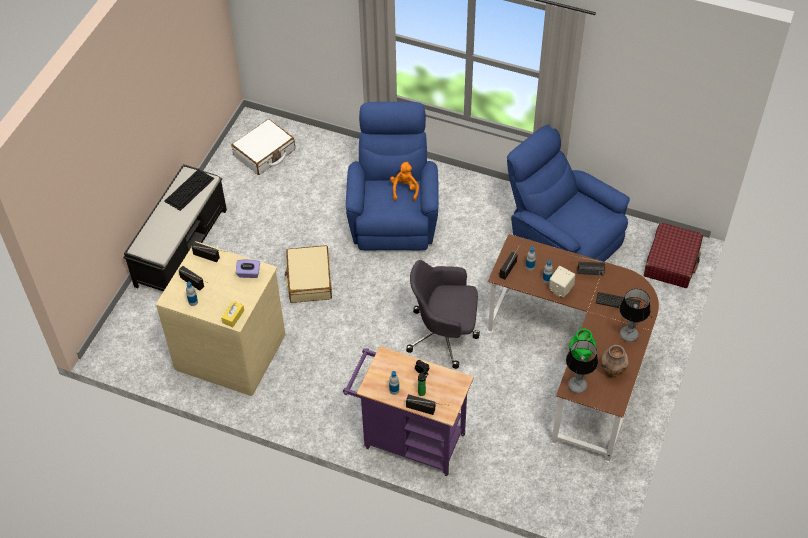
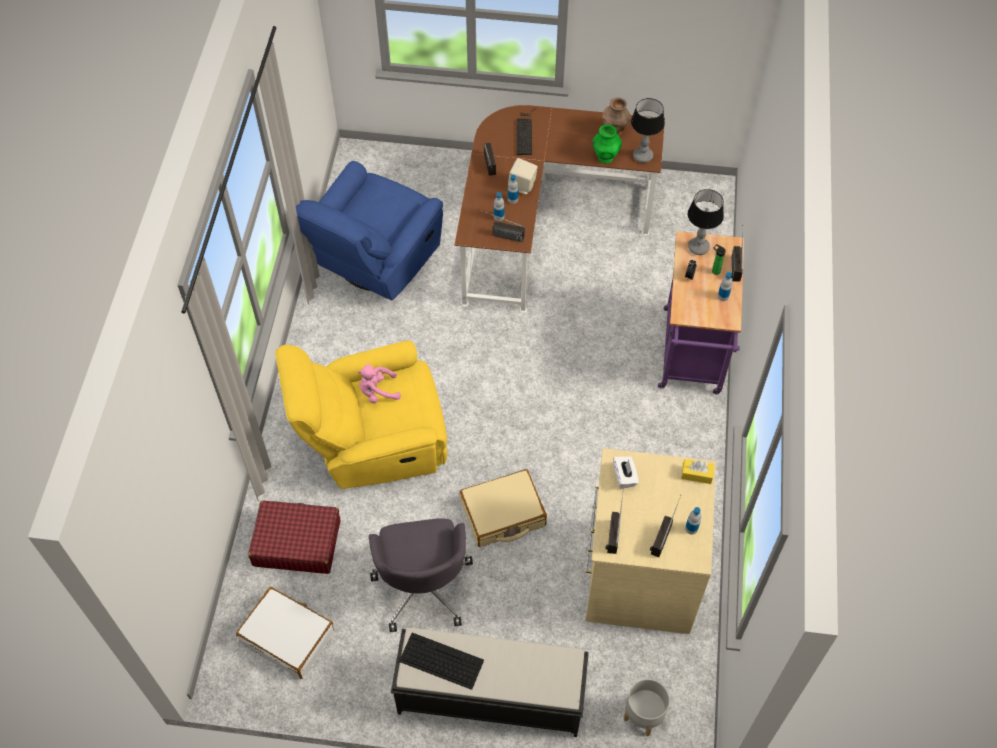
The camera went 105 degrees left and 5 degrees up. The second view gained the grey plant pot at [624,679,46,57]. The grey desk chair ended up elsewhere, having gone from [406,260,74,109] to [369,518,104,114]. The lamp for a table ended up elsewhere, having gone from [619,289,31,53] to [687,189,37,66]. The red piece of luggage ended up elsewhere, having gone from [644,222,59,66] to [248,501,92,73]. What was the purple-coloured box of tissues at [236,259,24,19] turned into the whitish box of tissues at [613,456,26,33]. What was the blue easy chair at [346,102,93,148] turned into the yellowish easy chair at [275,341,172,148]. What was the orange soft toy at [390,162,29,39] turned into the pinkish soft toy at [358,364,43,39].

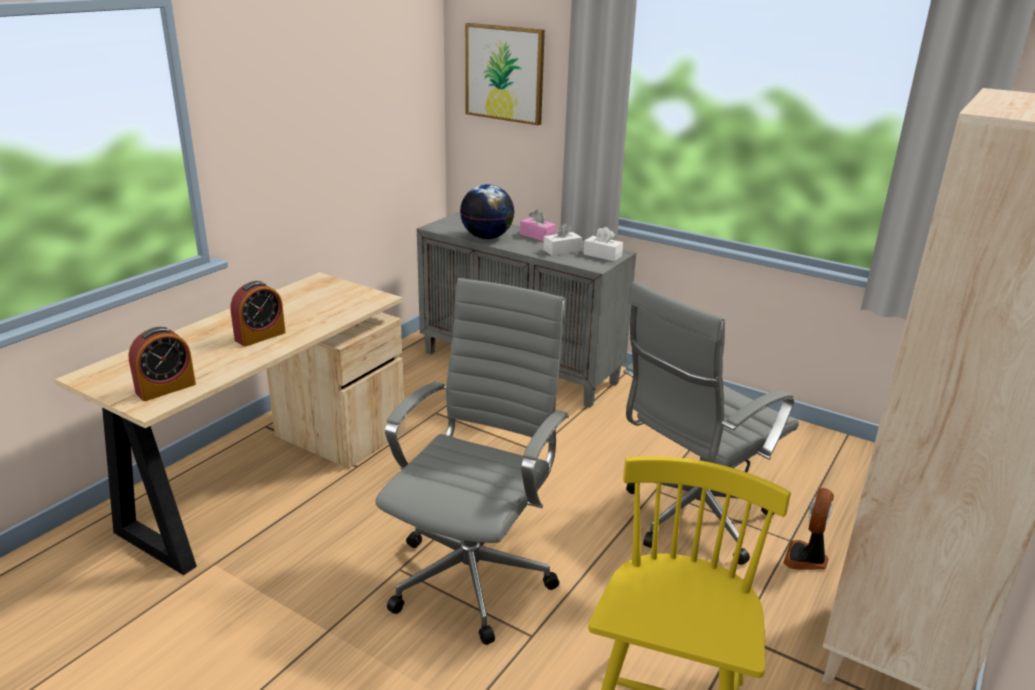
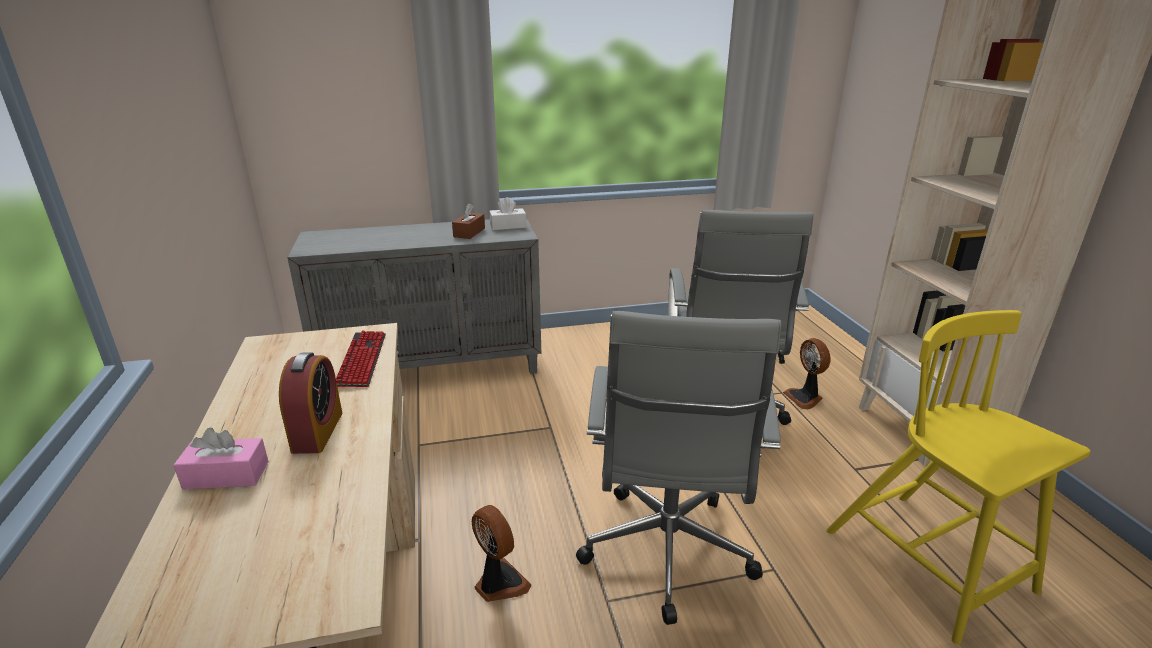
The camera went 45 degrees left and 0 degrees up. The second view lost the table clock at [128,327,68,74]. The second view lost the globe at [460,184,55,55]. The second view lost the picture at [465,23,80,102]. The second view gained the computer keyboard at [336,331,50,56]. The second view gained the electric fan at [472,505,59,97]. The pinkish box of tissues ended up elsewhere, having gone from [520,209,36,32] to [174,427,95,63]. What was the whitish box of tissues at [543,223,39,33] turned into the brownish box of tissues at [452,203,33,36]. The grey desk chair at [376,278,193,367] ended up facing another way, 150 degrees counterclockwise from before.

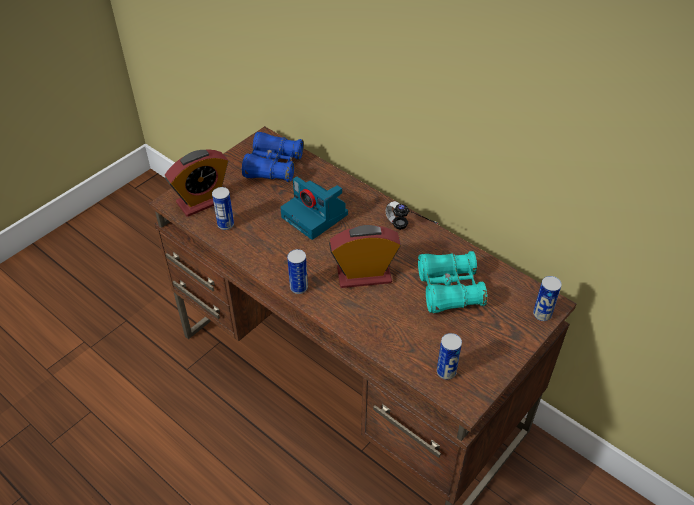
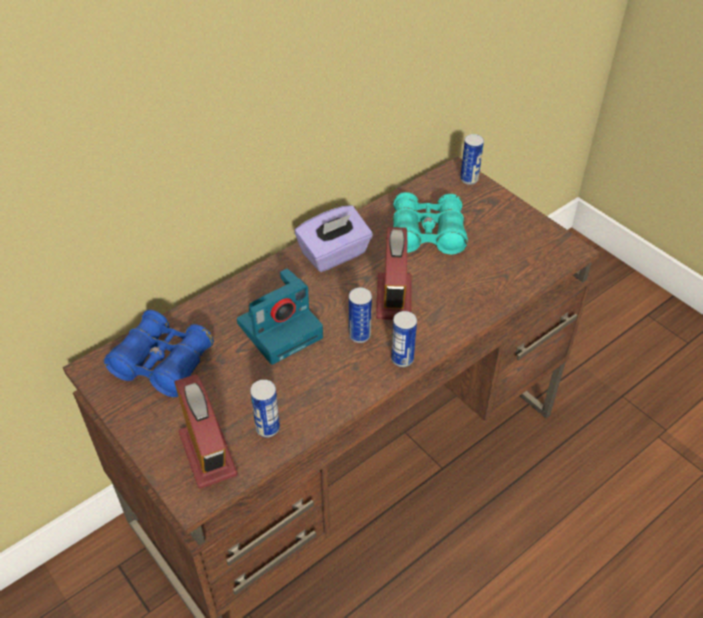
The camera went 80 degrees left and 0 degrees up. The can ended up elsewhere, having gone from [437,333,25,47] to [349,288,23,55]. Where the headset stood at [386,201,52,29], the purple-coloured box of tissues came to stand at [295,205,78,67].

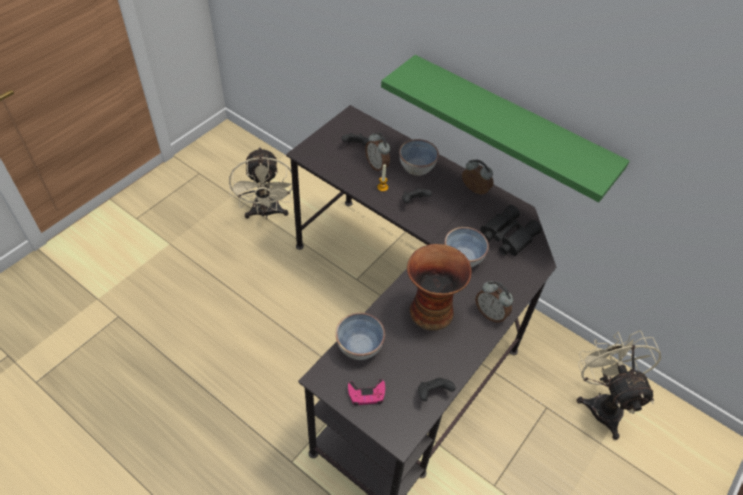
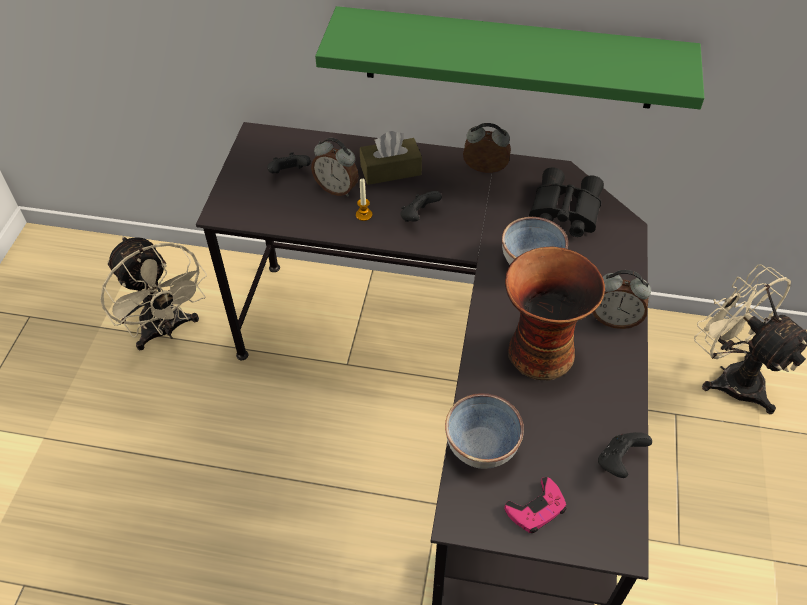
The camera went 25 degrees left and 0 degrees up. Where the bowl stood at [399,139,40,37], the brownish box of tissues came to stand at [360,131,62,54].

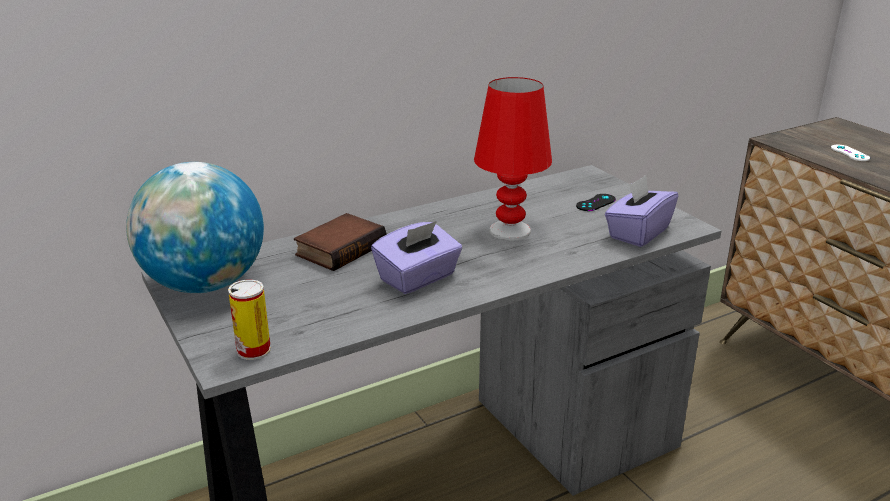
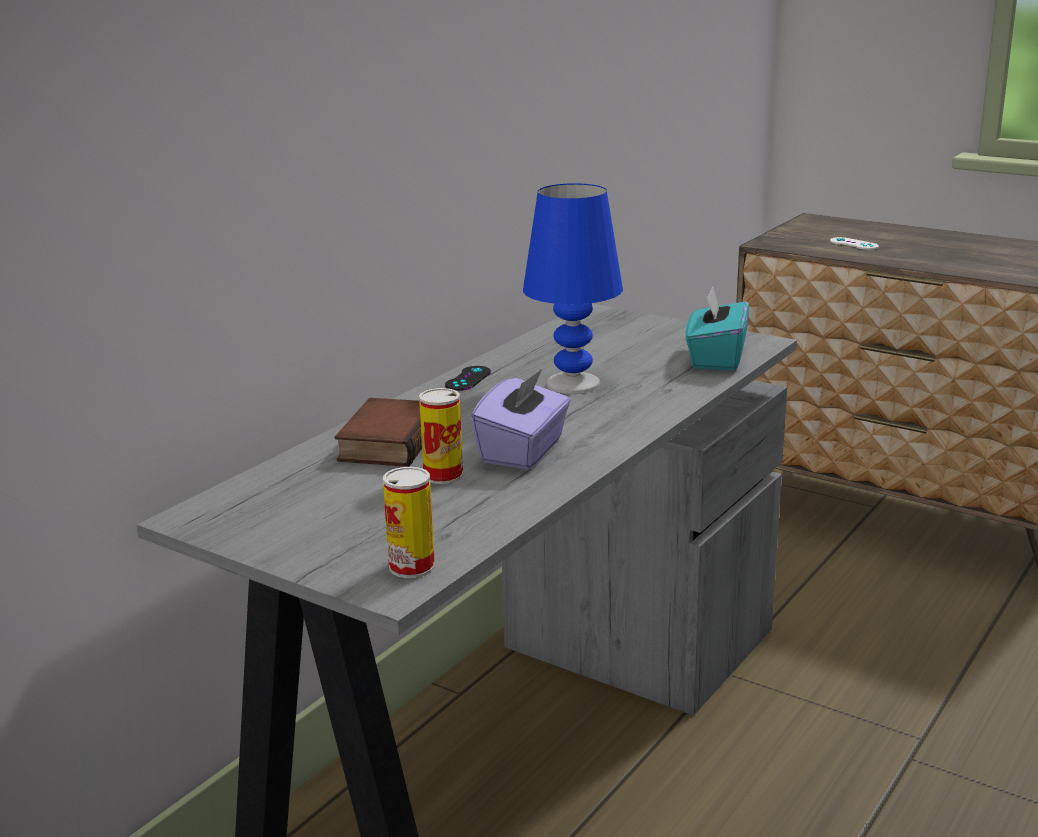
The camera went 25 degrees left and 5 degrees down. The second view lost the globe at [126,162,138,131]. The second view gained the can at [419,388,44,96]. The blackish game controller ended up elsewhere, having gone from [576,194,40,17] to [445,366,46,25]. What was the red lamp for a table at [474,77,78,163] turned into the blue lamp for a table at [523,183,100,211]. What was the purple-coloured box of tissues at [605,175,73,72] turned into the turquoise-coloured box of tissues at [686,286,64,85].

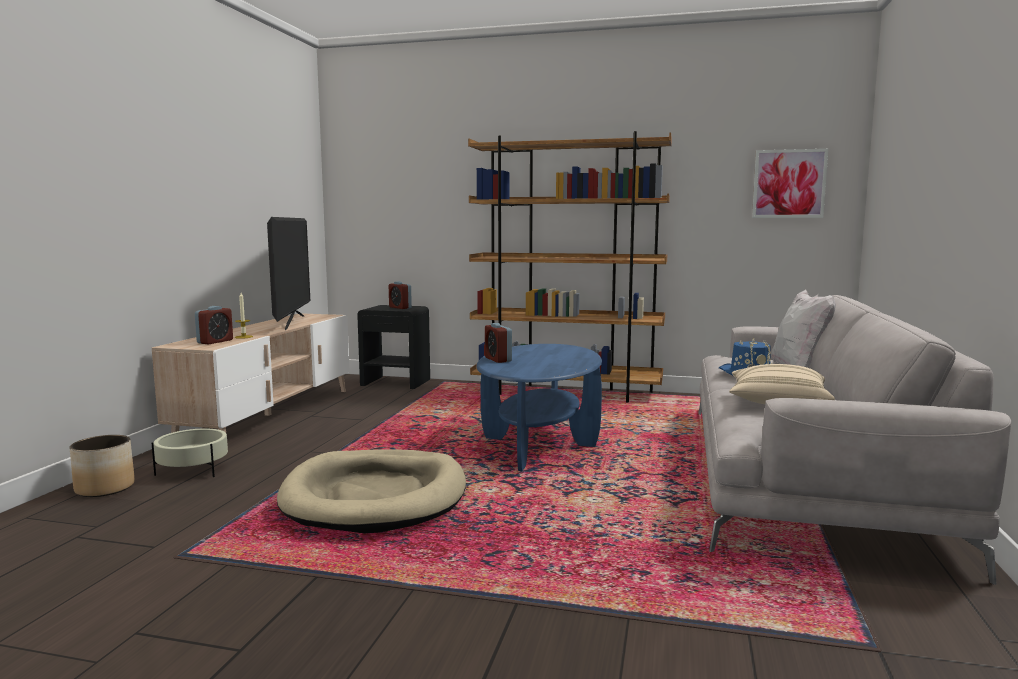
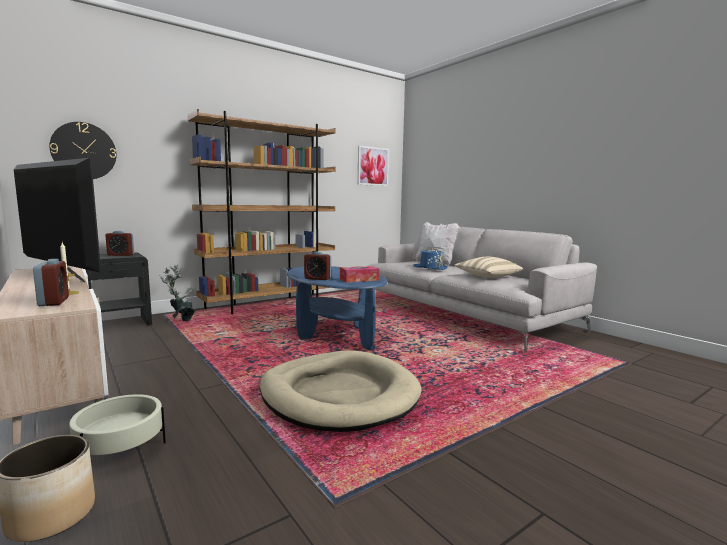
The camera went 50 degrees left and 0 degrees up. The second view gained the hanging clock at [49,122,67,57]. The second view gained the plant in a pot at [159,264,37,57]. The second view gained the box of tissues at [340,266,39,16].

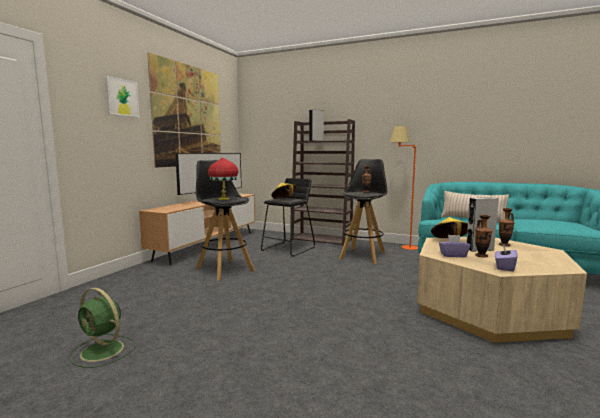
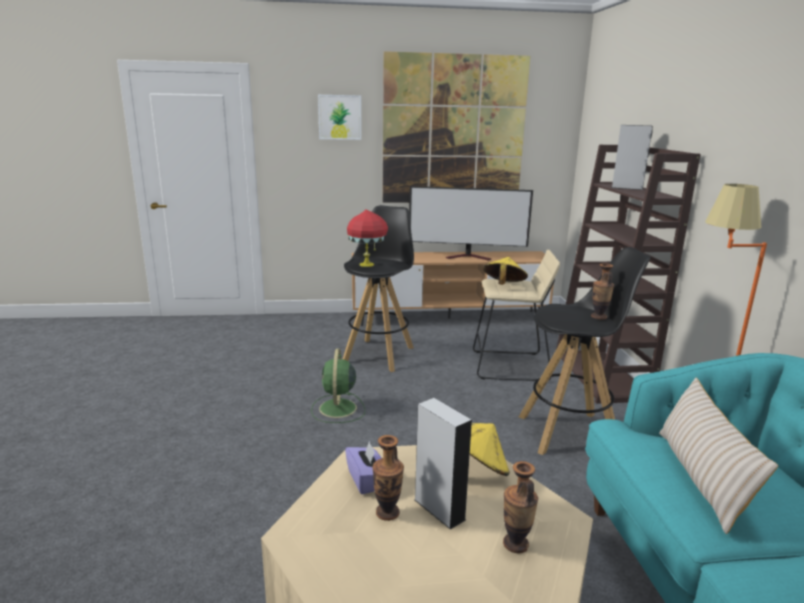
The camera went 60 degrees right and 10 degrees up. The second view lost the purple-coloured box of tissues at [495,245,23,26]. The greenish electric fan ended up elsewhere, having gone from [69,288,67,80] to [311,349,54,74]. What was the blackish stool at [261,178,54,79] turned into the sand-coloured stool at [473,250,87,131].

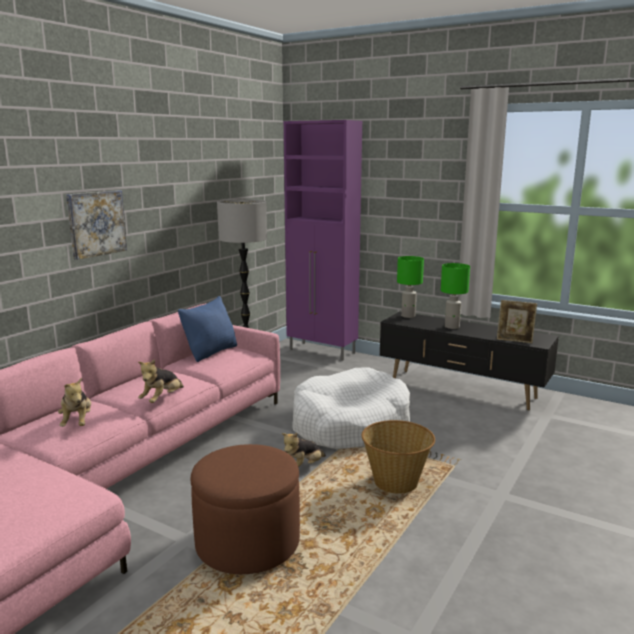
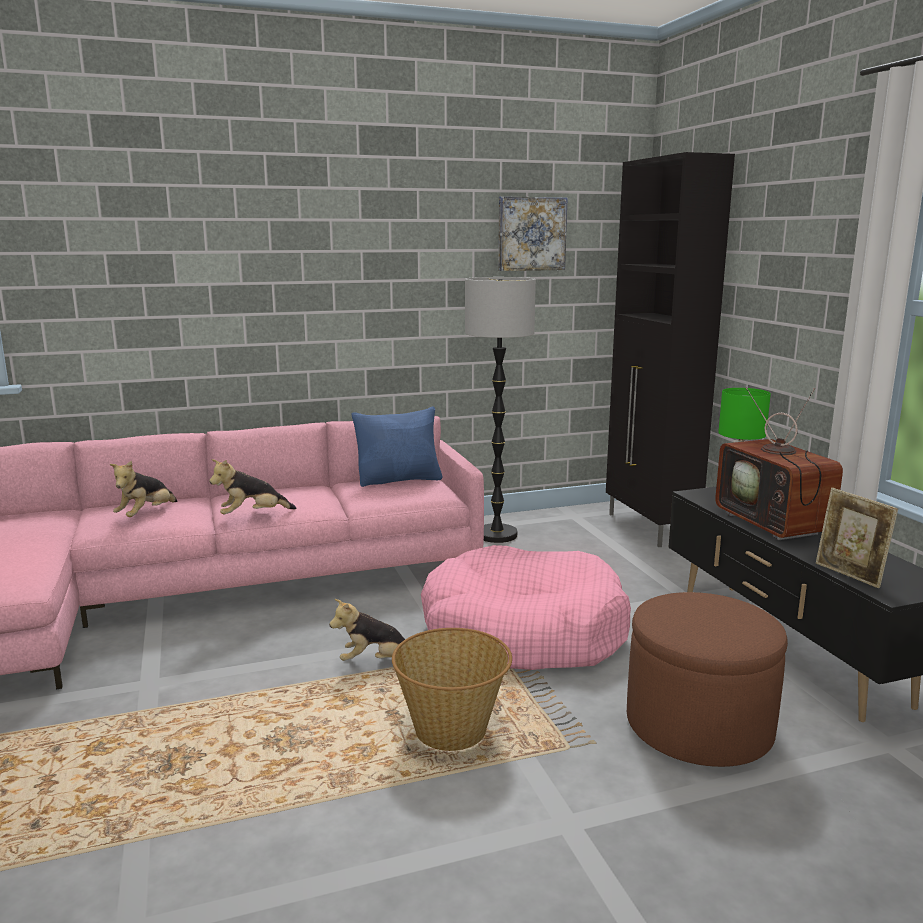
The camera went 40 degrees right and 0 degrees up. The picture ended up elsewhere, having gone from [66,190,61,70] to [498,196,70,75]. The brownish footrest ended up elsewhere, having gone from [190,444,110,130] to [627,592,161,175]. Where the greenish lamp for a table stood at [441,263,29,66], the TV came to stand at [715,387,128,153]. What was the purple-coloured storage cabinet at [284,120,78,241] turned into the blackish storage cabinet at [606,152,129,395]. What was the whitish pet bed at [292,367,118,82] turned into the pinkish pet bed at [421,545,210,125].

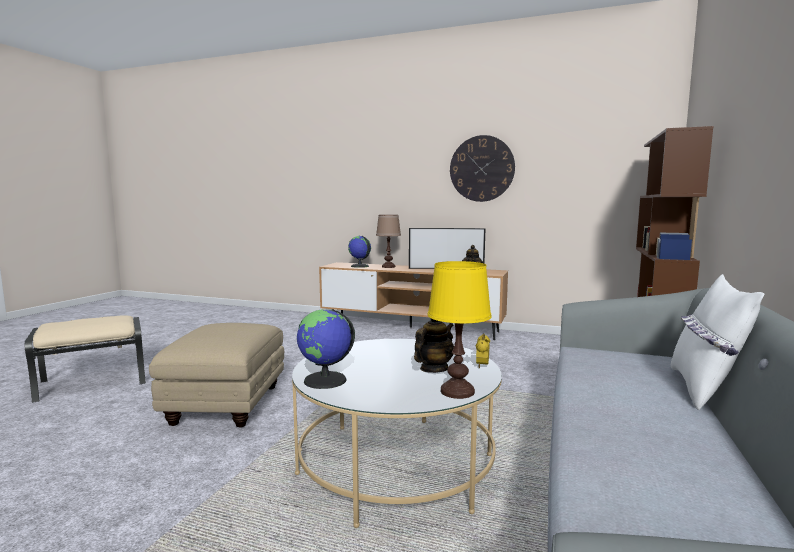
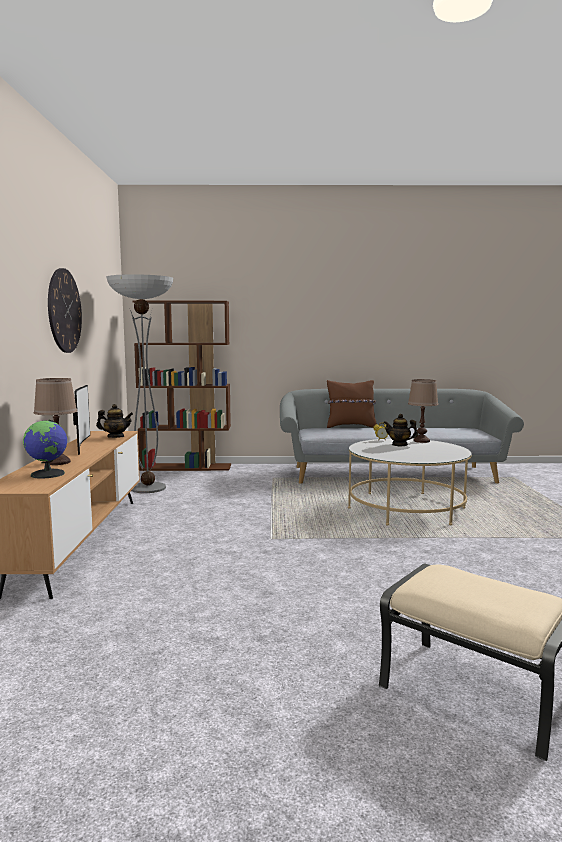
The camera went 110 degrees left and 0 degrees up. The second view lost the sand-coloured footrest at [149,323,135,105]. The second view lost the globe at [297,309,58,80]. The second view gained the floor lamp at [107,274,66,219]. What was the yellowish lamp for a table at [427,261,65,138] turned into the brownish lamp for a table at [408,379,30,64]. What was the whitish pillow at [671,274,93,136] turned into the brownish pillow at [327,380,50,48].

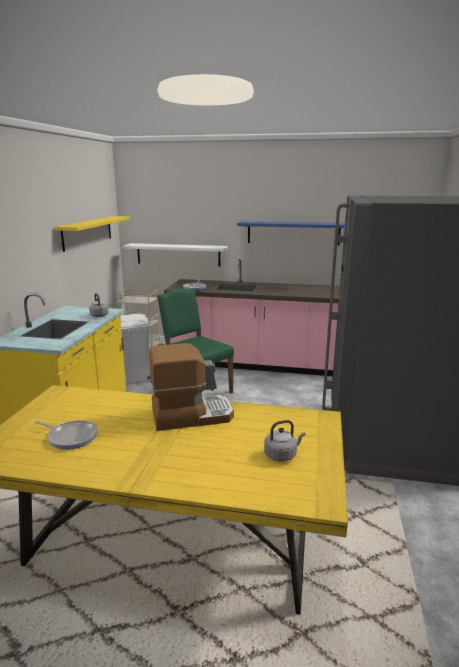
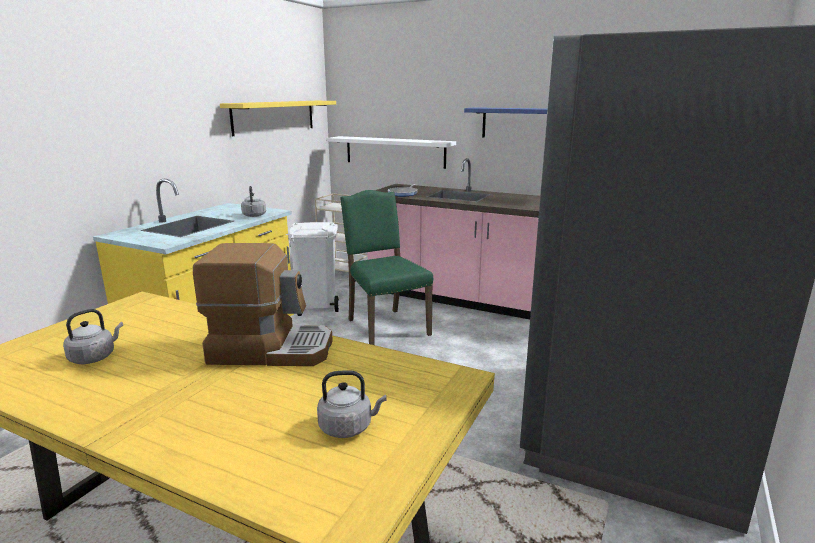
The camera went 15 degrees right and 0 degrees up. Where the skillet stood at [35,420,62,30], the grey tea kettle came to stand at [63,309,60,55].

